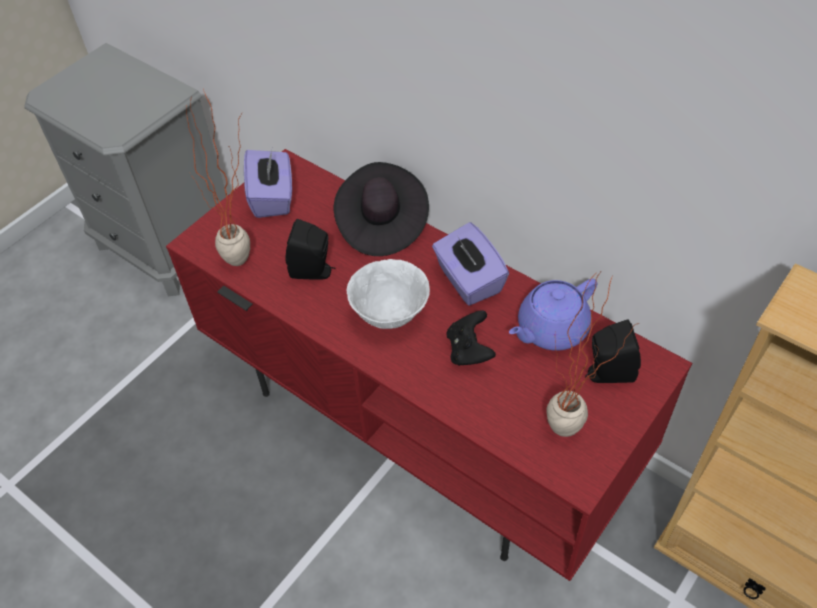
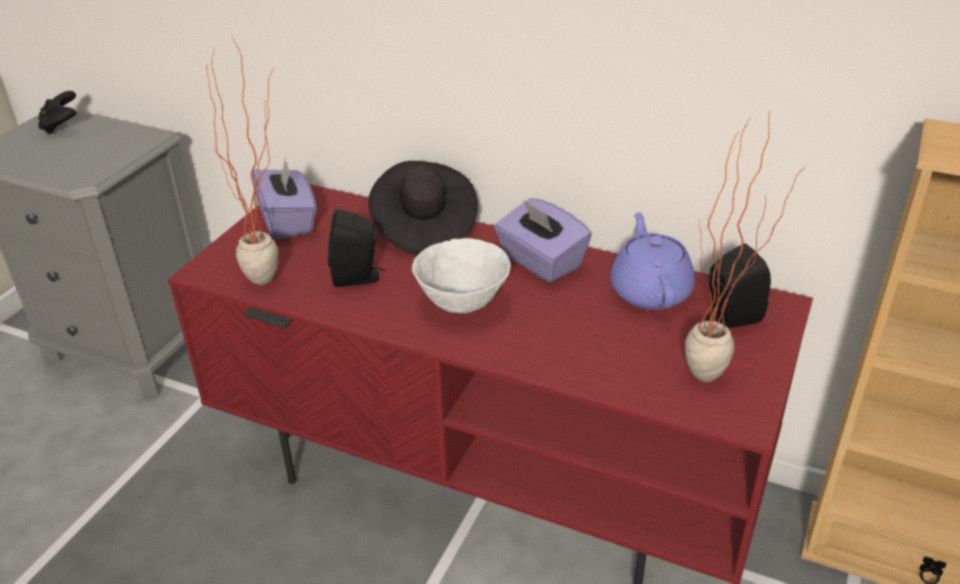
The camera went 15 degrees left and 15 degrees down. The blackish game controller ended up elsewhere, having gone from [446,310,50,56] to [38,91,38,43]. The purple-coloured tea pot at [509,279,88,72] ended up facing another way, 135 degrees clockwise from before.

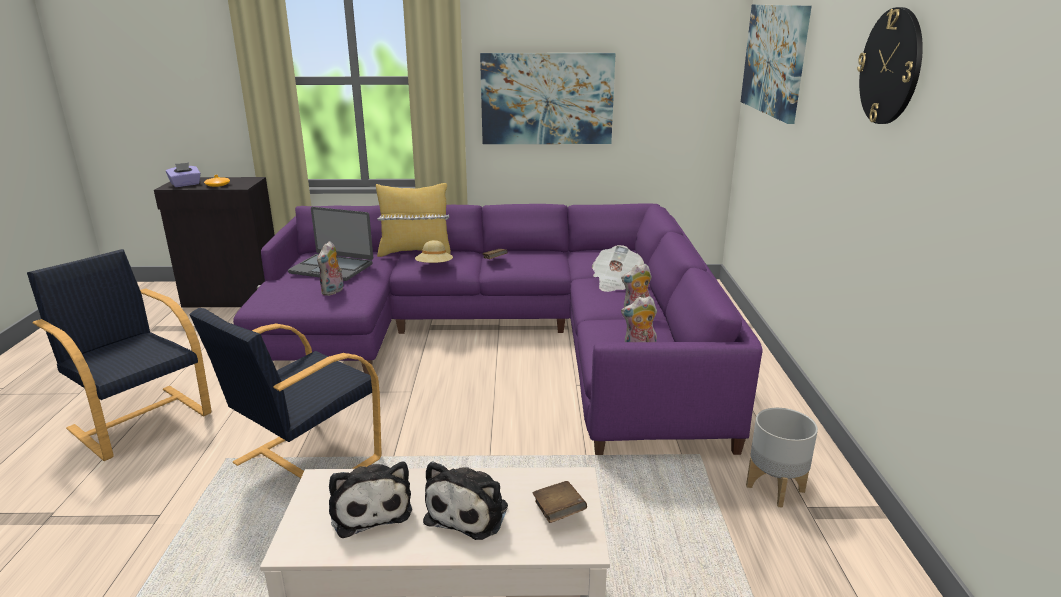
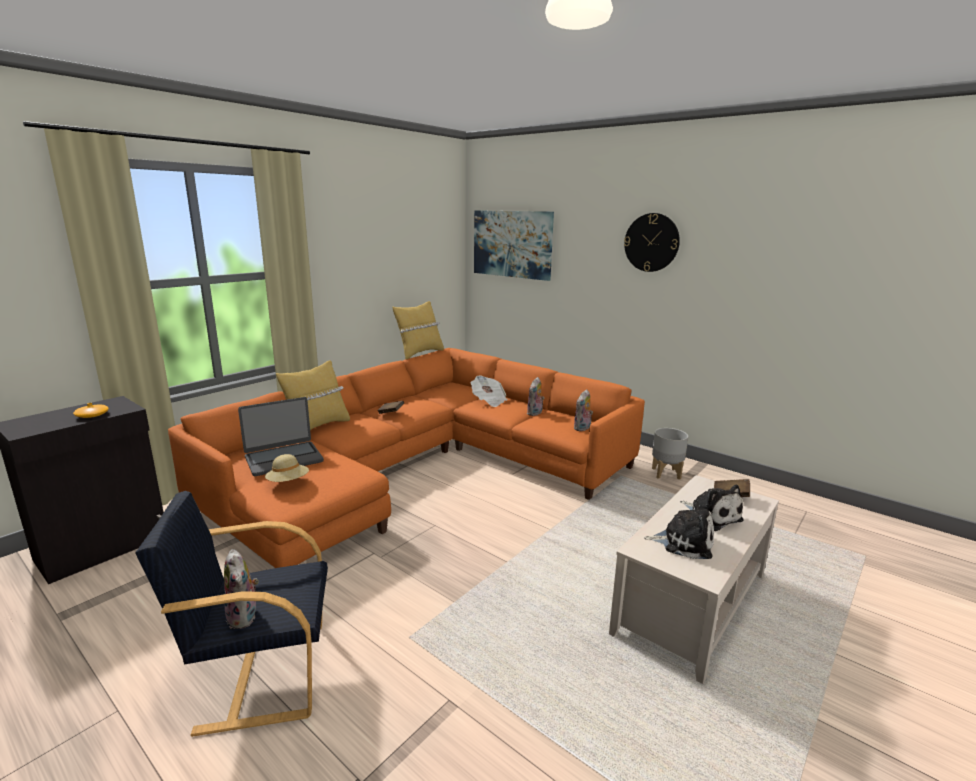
The camera went 50 degrees left and 5 degrees down. The second view lost the purple-coloured box of tissues at [166,163,35,24]. The second view lost the blackish easy chair at [189,308,193,170]. The second view lost the picture at [480,53,136,91]. The second view gained the yellowish pillow at [392,301,52,58]. The soft toy ended up elsewhere, having gone from [317,241,27,55] to [224,549,35,80]. The sand-coloured clothing hat ended up elsewhere, having gone from [415,240,38,23] to [265,454,44,28]. What was the purple-coloured sofa at [233,204,529,251] turned into the orange sofa at [168,348,477,220].

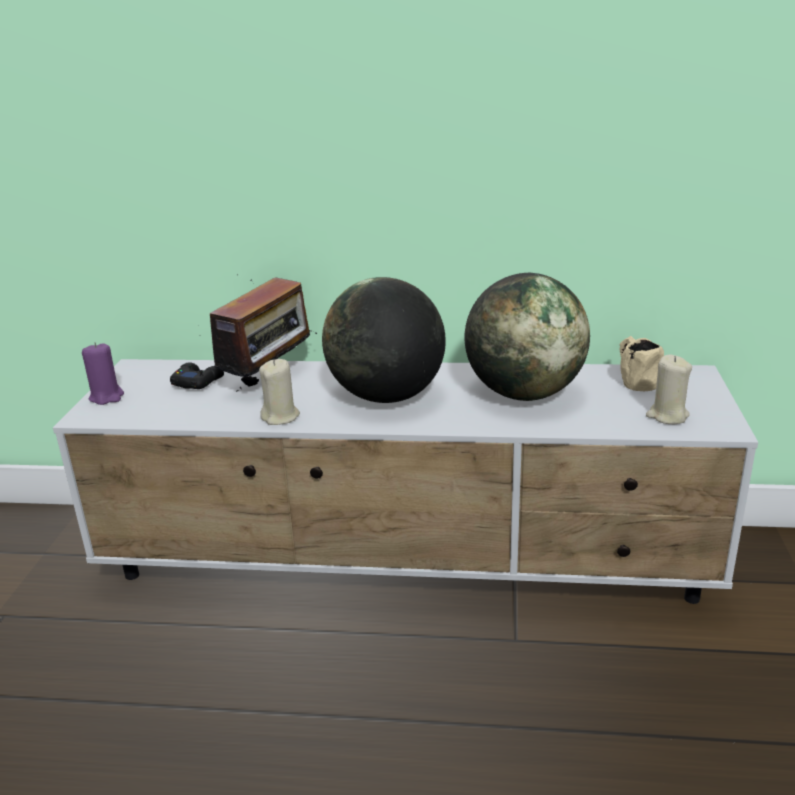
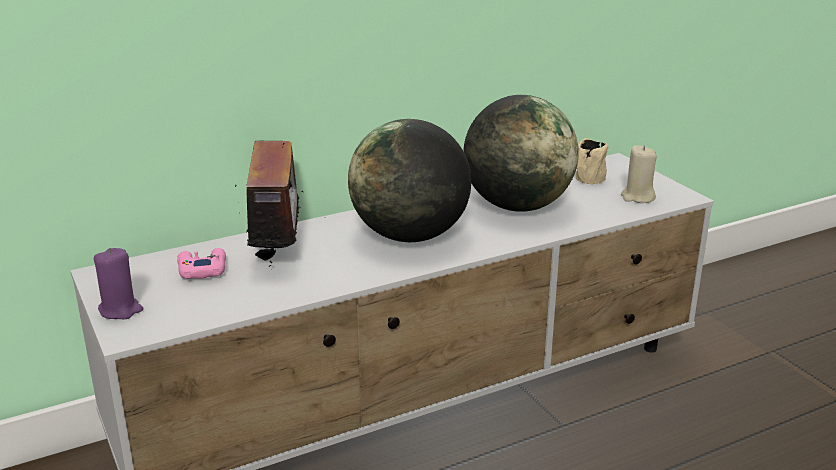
The camera went 35 degrees left and 0 degrees up. The second view lost the sand-coloured wax candle at [259,359,41,66]. What was the blackish game controller at [170,362,54,27] turned into the pinkish game controller at [177,248,49,31].

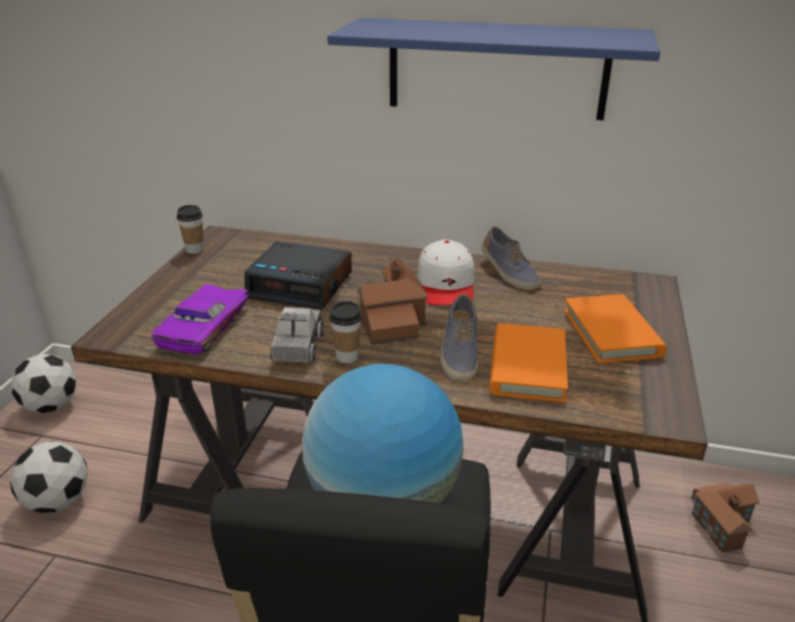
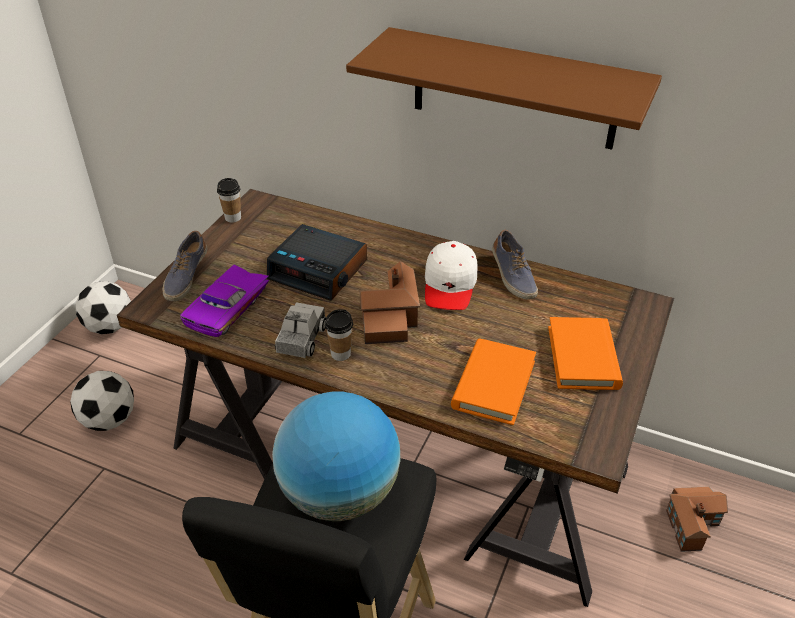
The camera went 10 degrees right and 10 degrees up. The shoe ended up elsewhere, having gone from [440,294,38,87] to [163,231,44,70]. What was the blue shelf at [327,18,333,102] turned into the brownish shelf at [346,27,316,123].

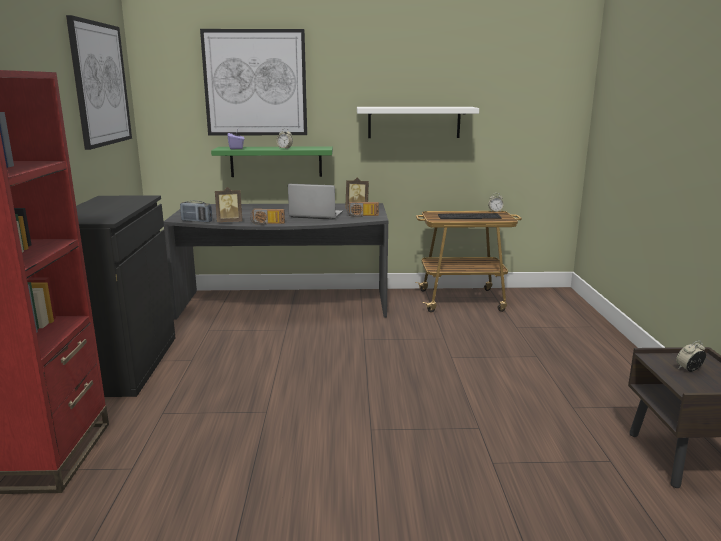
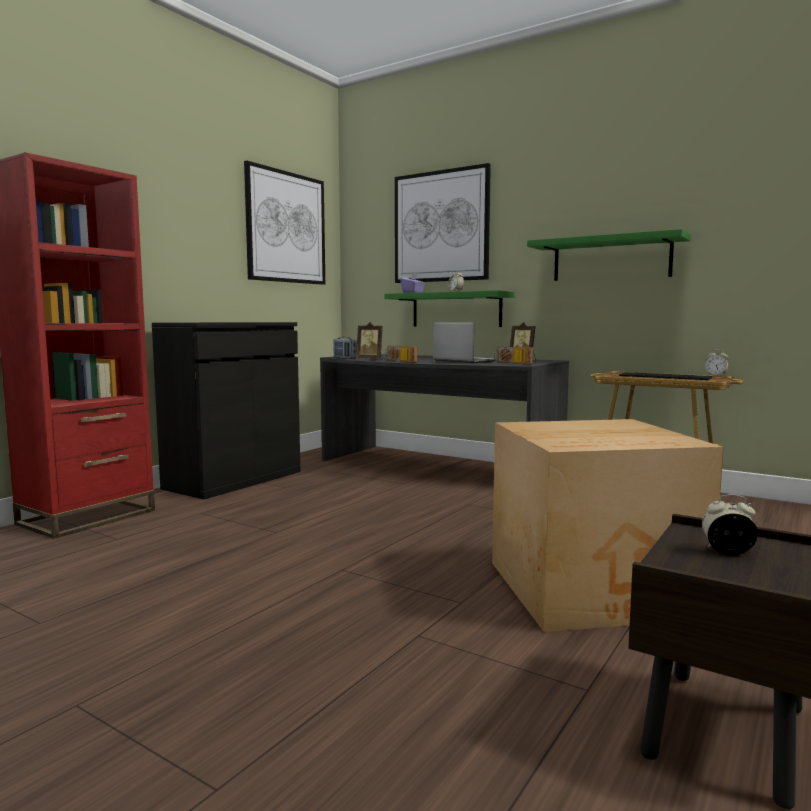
The camera went 35 degrees right and 10 degrees down. The second view gained the carton at [492,419,232,213]. What was the whitish shelf at [357,107,122,31] turned into the greenish shelf at [527,229,164,52].

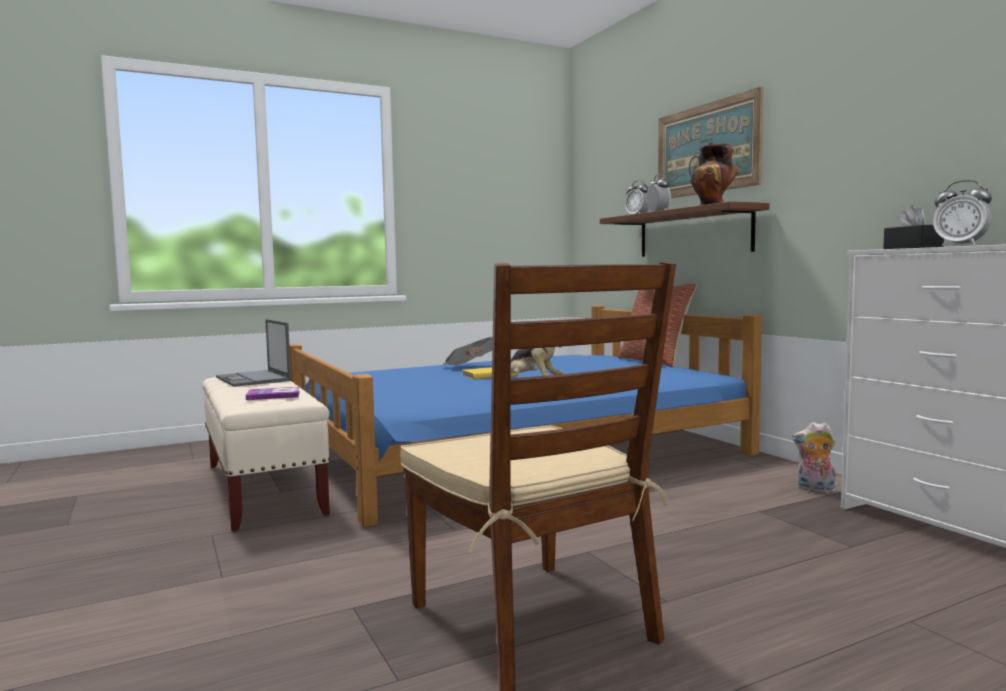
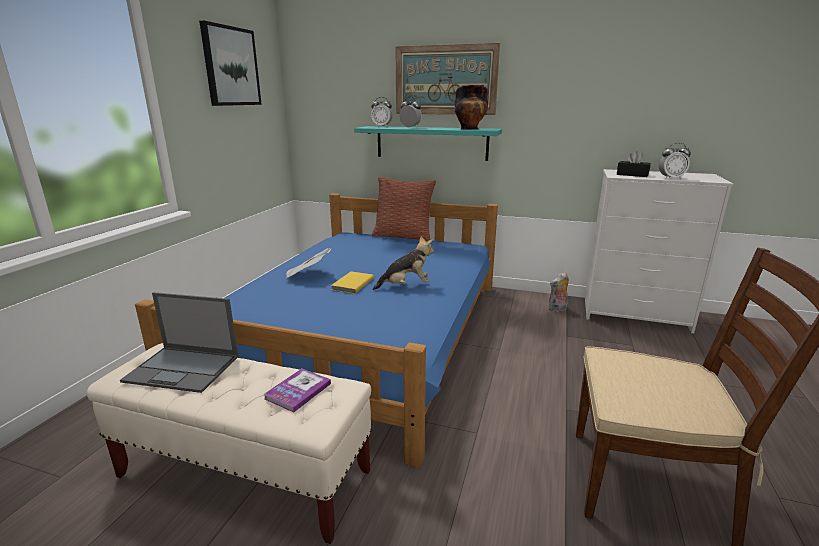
The camera went 45 degrees left and 15 degrees up. The second view gained the picture at [199,21,63,85]. What was the brownish shelf at [600,201,169,56] turned into the turquoise-coloured shelf at [354,126,148,35].

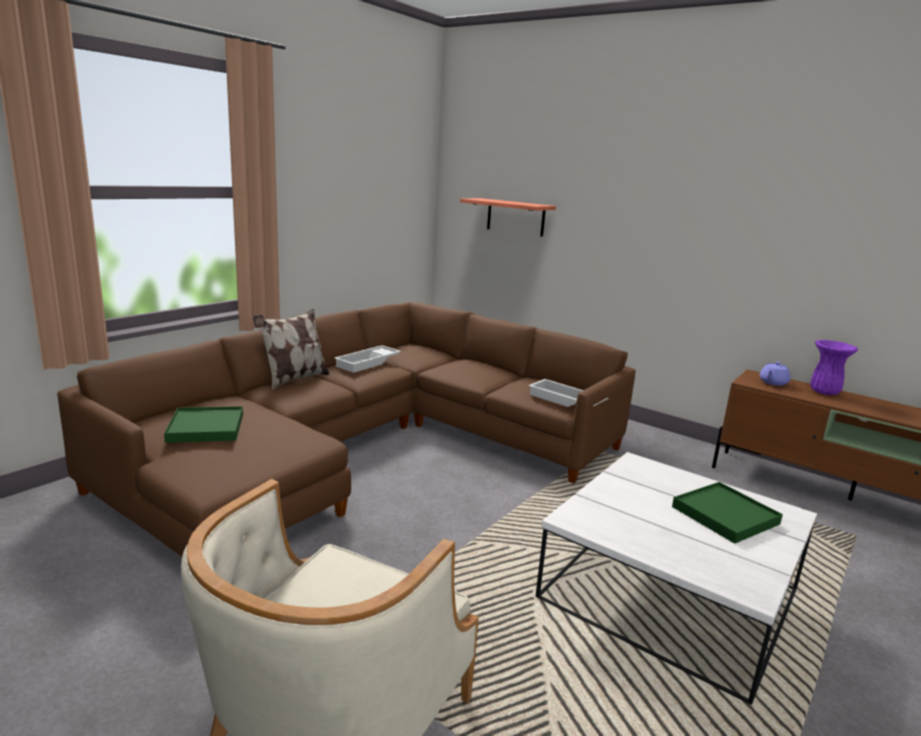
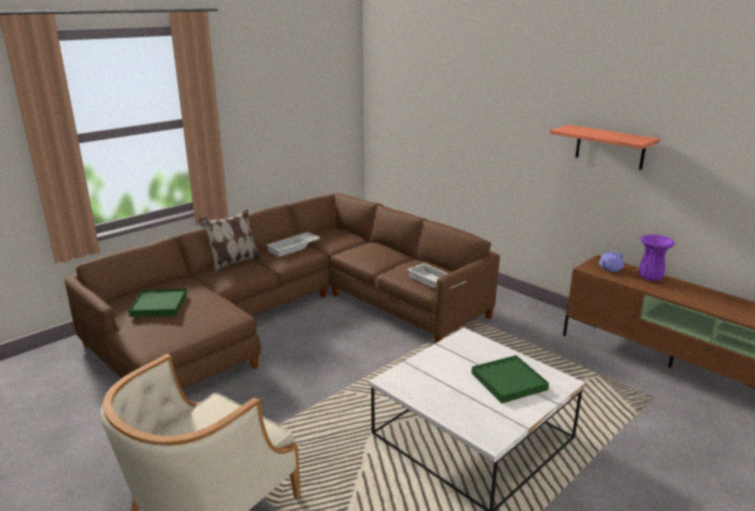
The camera went 10 degrees right and 5 degrees up. The shelf ended up elsewhere, having gone from [460,198,96,39] to [550,125,110,45].

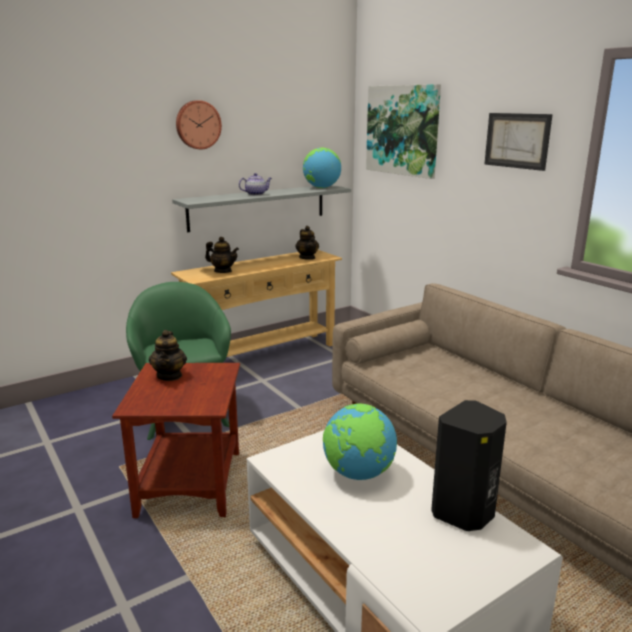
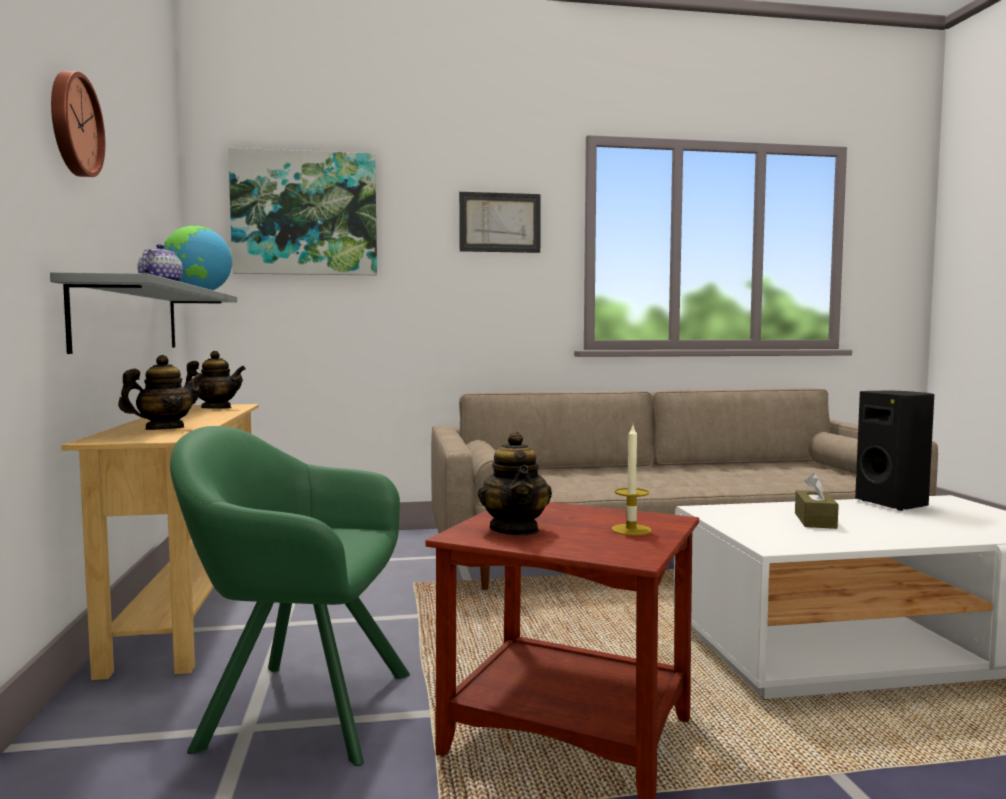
The camera went 65 degrees left and 15 degrees down. The second view gained the wax candle at [611,426,40,110]. Where the globe stood at [323,404,74,76], the brownish box of tissues came to stand at [795,473,44,56]. The tea pot at [149,330,38,51] ended up facing another way, 60 degrees clockwise from before.

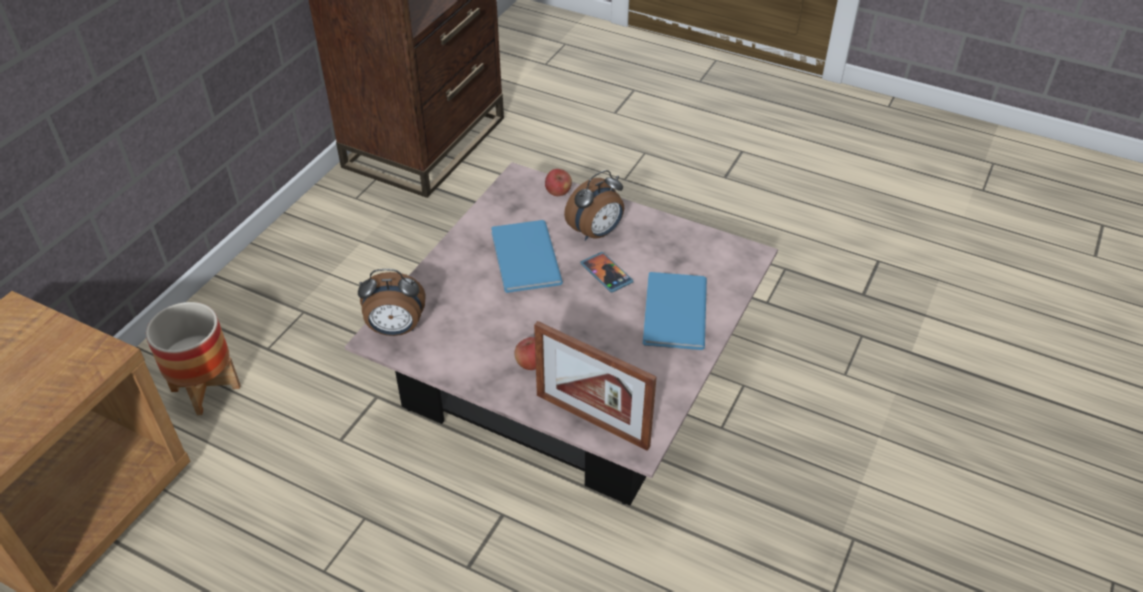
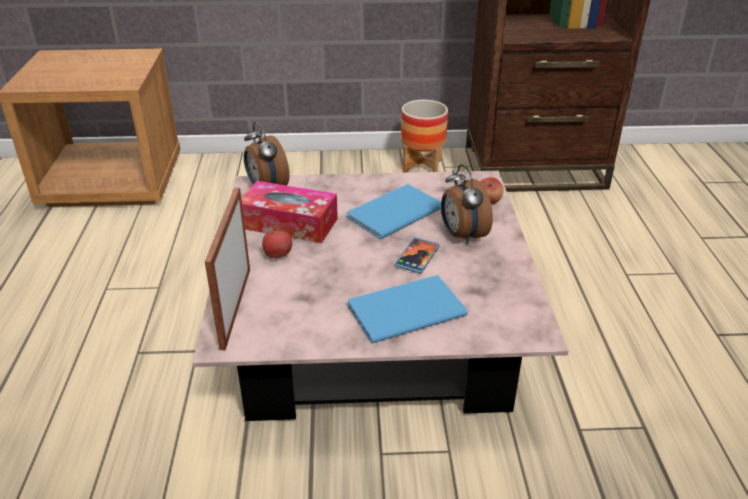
The camera went 60 degrees right and 10 degrees down. The second view gained the box of tissues at [241,181,97,62]. The plant pot ended up elsewhere, having gone from [146,302,95,113] to [401,100,47,73]. The table clock at [564,170,60,71] ended up facing another way, 45 degrees clockwise from before.

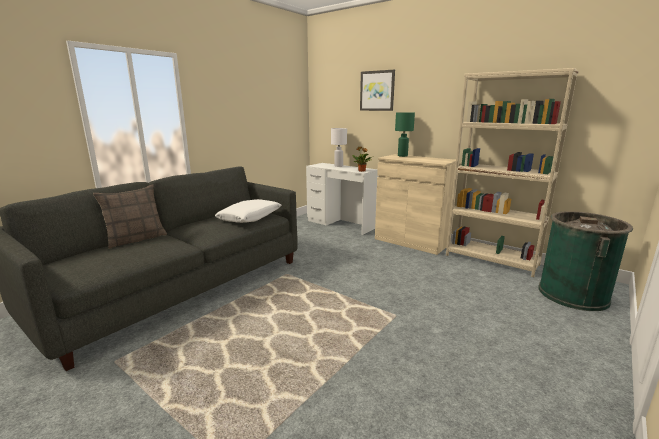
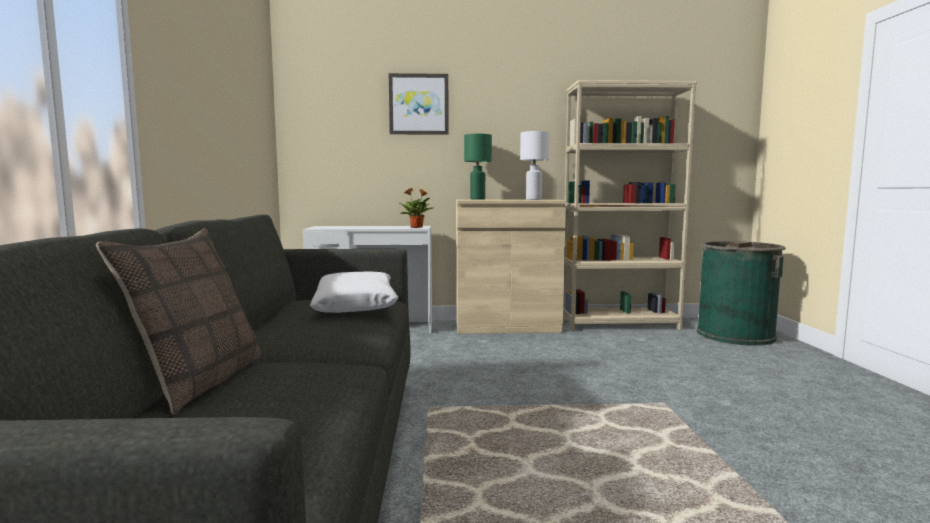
The camera went 40 degrees left and 10 degrees down. The whitish lamp for a table ended up elsewhere, having gone from [331,128,16,39] to [520,131,30,69].

